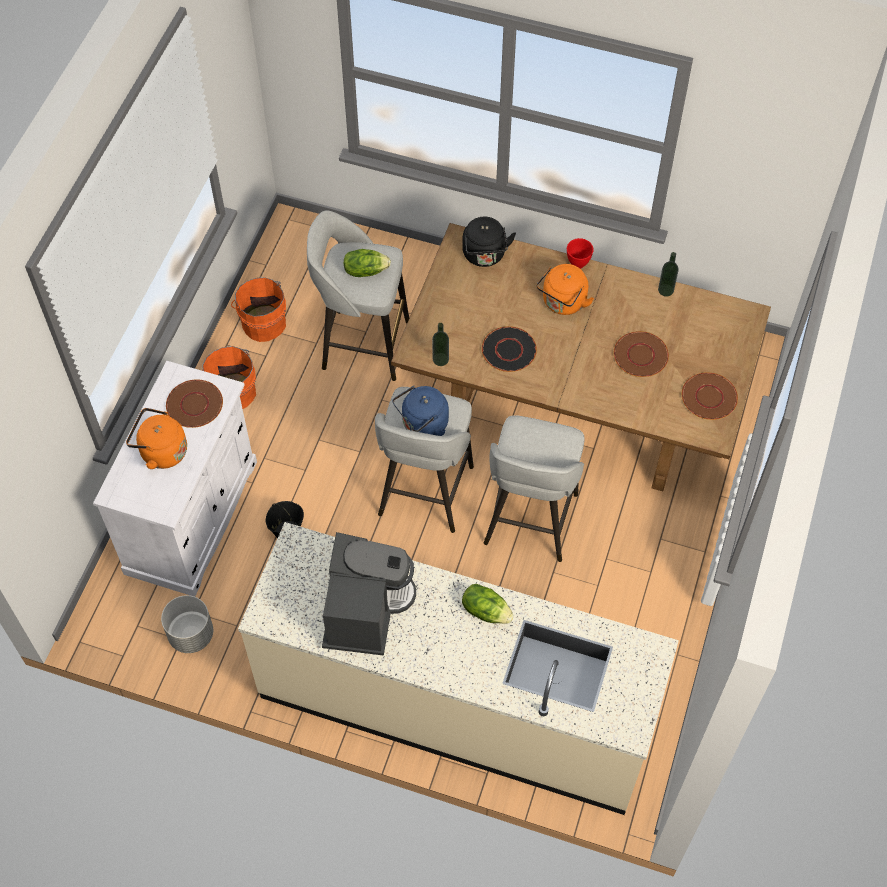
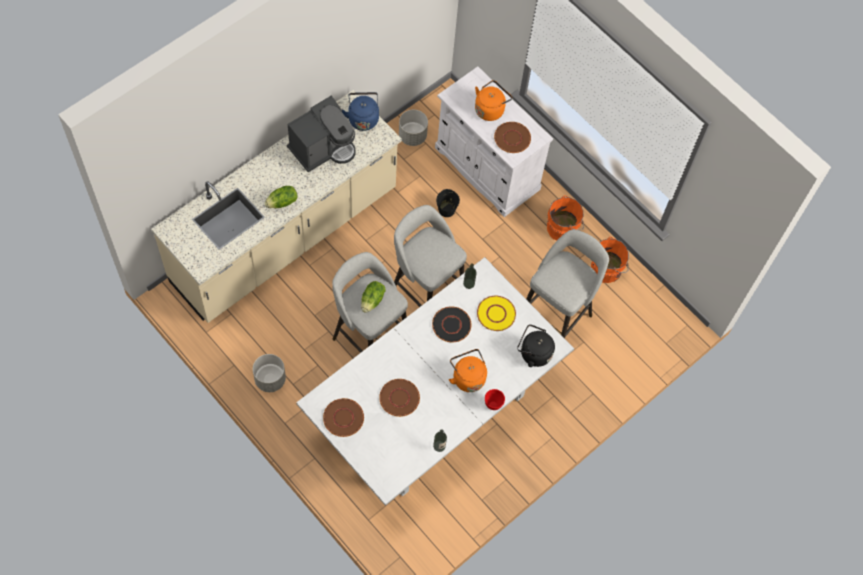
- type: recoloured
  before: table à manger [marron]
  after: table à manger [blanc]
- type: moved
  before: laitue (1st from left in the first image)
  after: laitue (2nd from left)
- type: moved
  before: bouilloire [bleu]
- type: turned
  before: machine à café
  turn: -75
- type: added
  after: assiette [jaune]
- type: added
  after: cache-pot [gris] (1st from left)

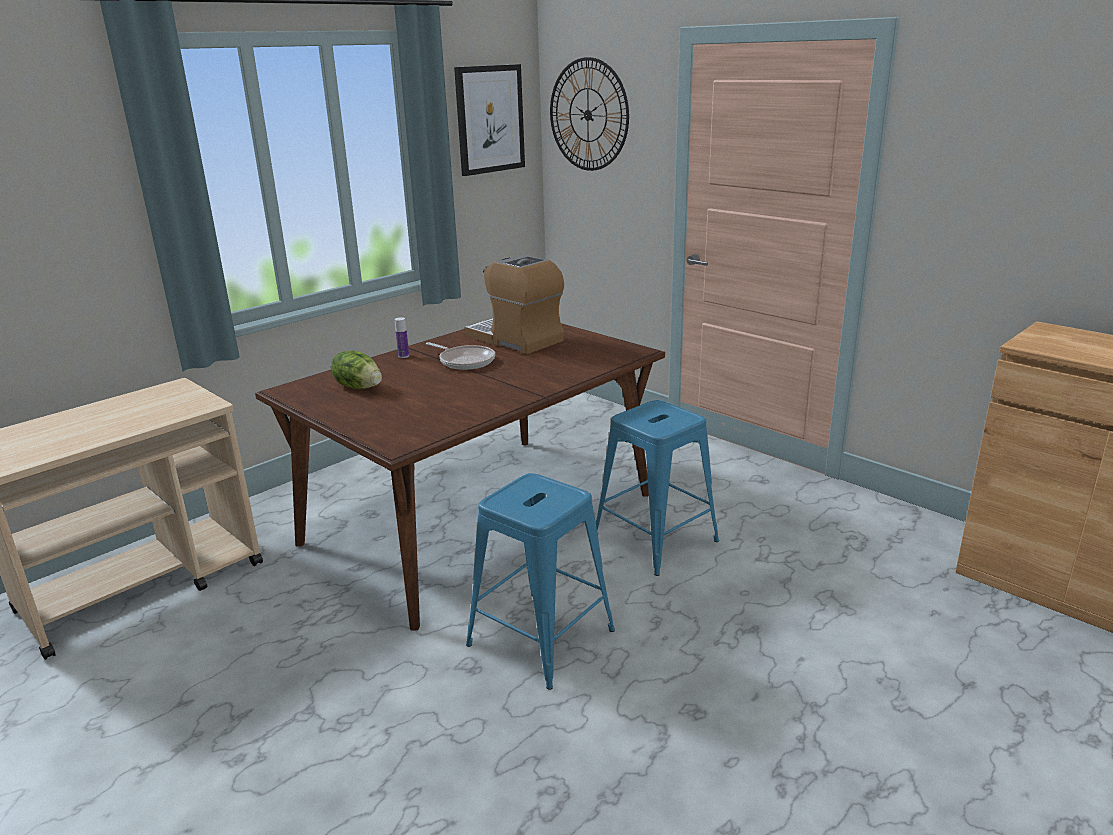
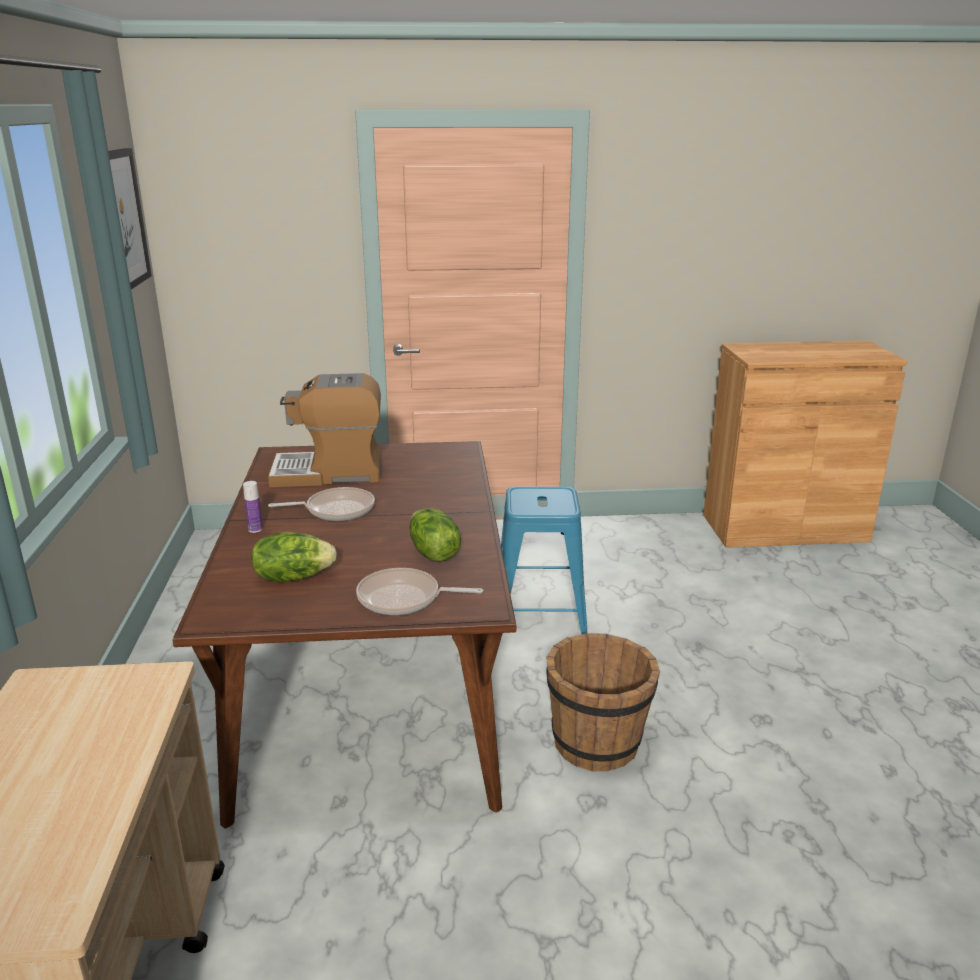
- type: removed
  before: horloge murale
- type: replaced
  before: tabouret [bleu] (1st from left)
  after: seau [marron]
- type: added
  after: laitue (2nd from left)
- type: added
  after: poêle (2nd from left)

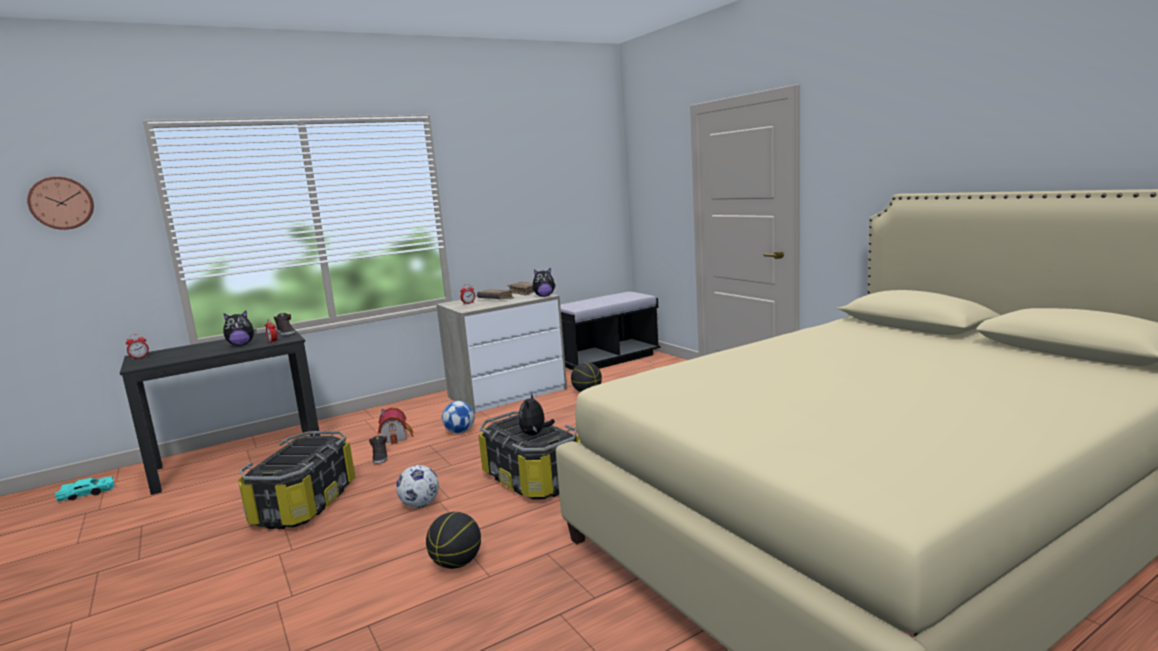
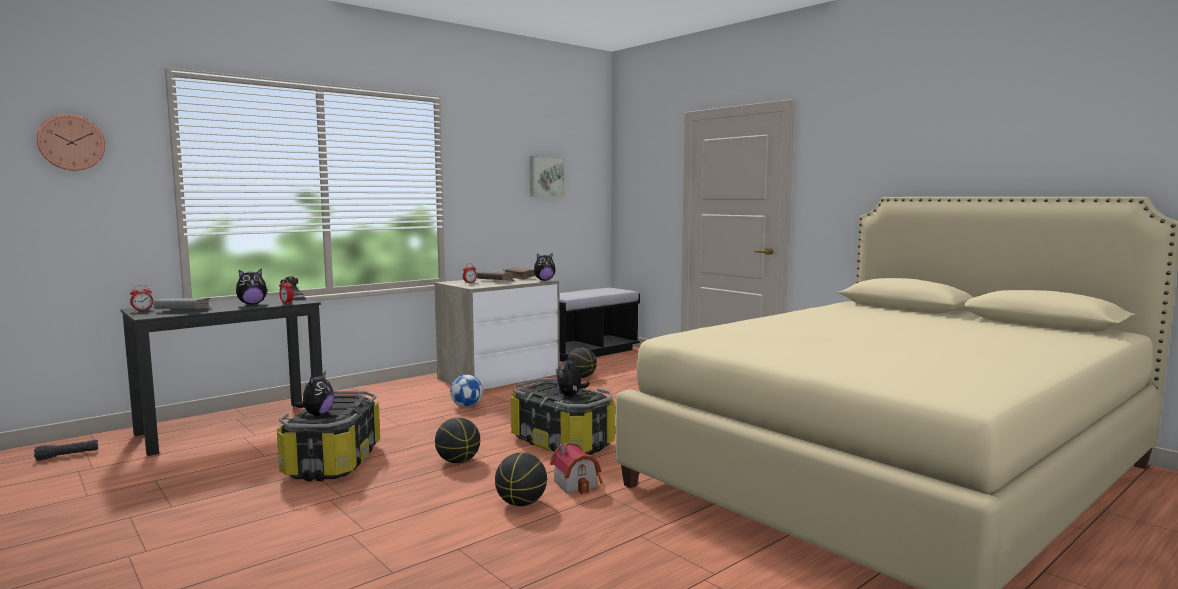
- type: moved
  before: maison miniature
- type: removed
  before: chaussure [noir] (2nd from left)
- type: replaced
  before: ballon de foot (1st from left)
  after: ballon de basket (1st from left)
- type: replaced
  before: petite voiture [turquoise]
  after: lampe de poche [noir]
- type: added
  after: tableau
- type: added
  after: livre [gris]
- type: added
  after: peluche (2nd from left)

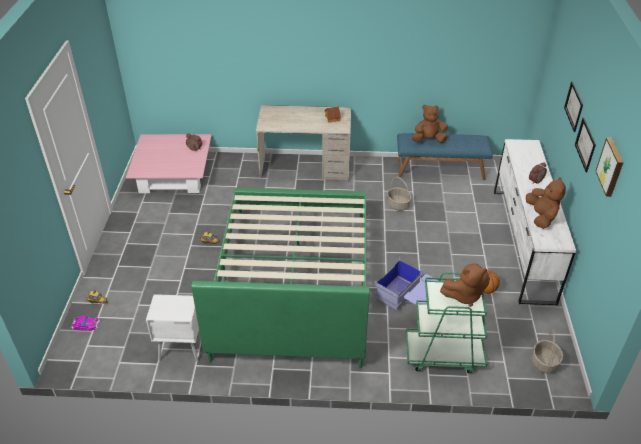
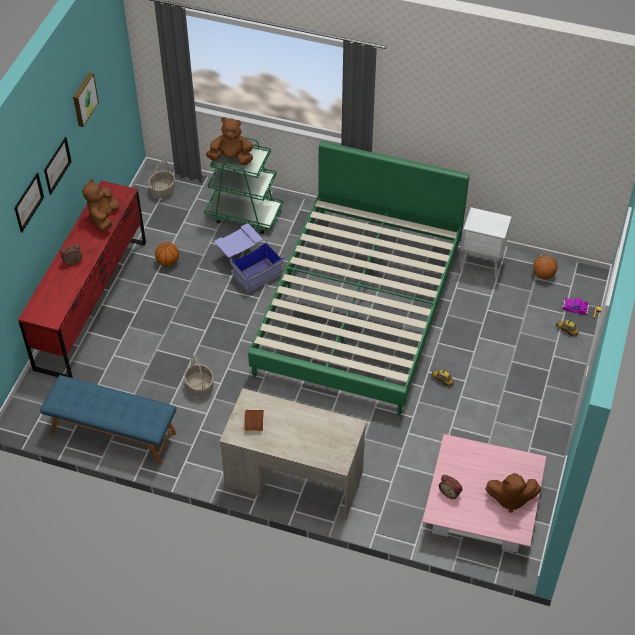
- type: moved
  before: peluche [marron] (1st from left in the first image)
  after: peluche [marron] (3rd from left)
- type: recoloured
  before: commode [blanc]
  after: commode [rouge]
- type: added
  after: ballon de basket (2nd from left)

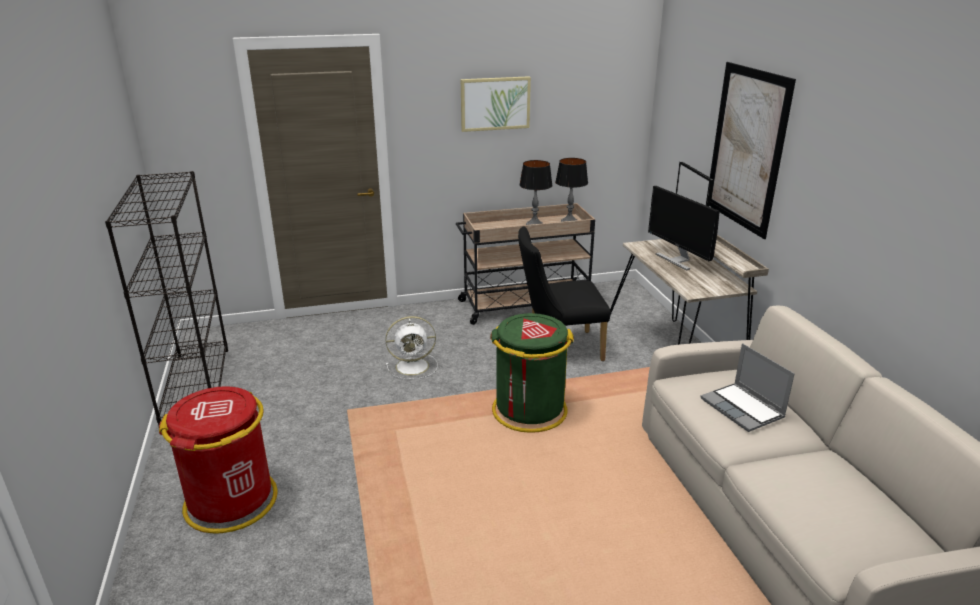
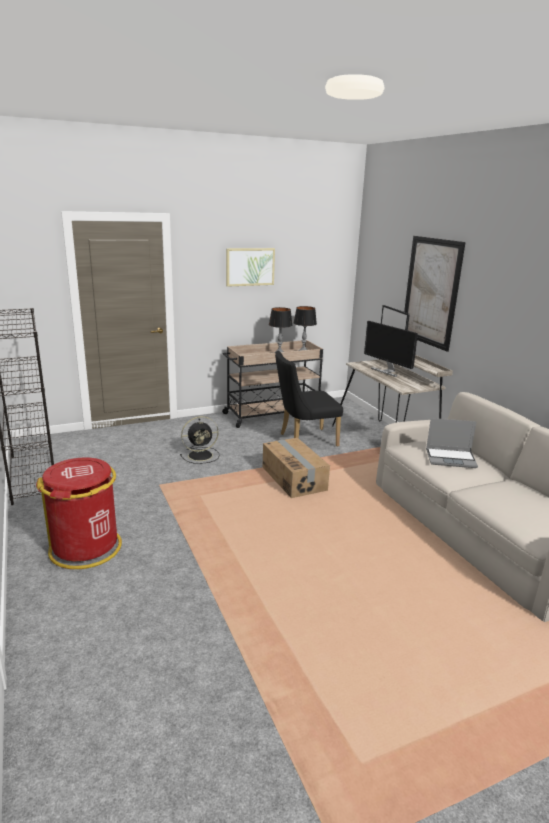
- type: replaced
  before: poubelle [vert]
  after: carton
- type: recoloured
  before: ventilateur [blanc]
  after: ventilateur [noir]
- type: turned
  before: ordinateur portable
  turn: -45

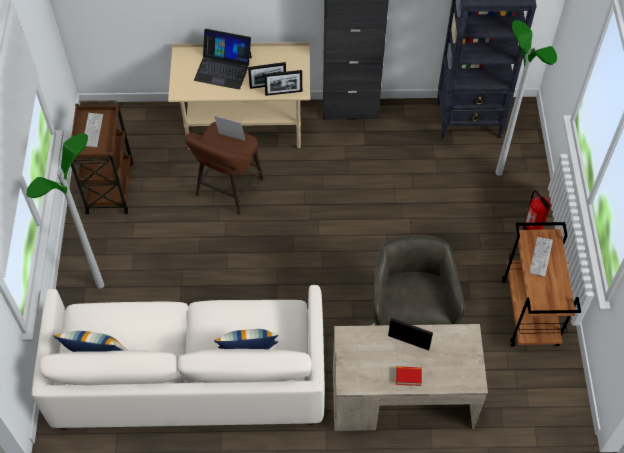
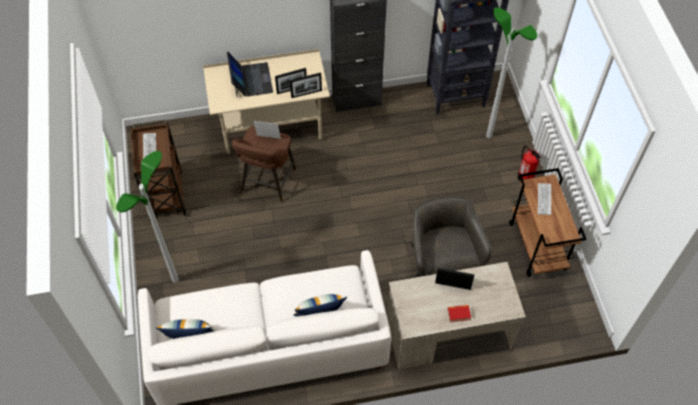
- type: turned
  before: ordinateur portable
  turn: -105

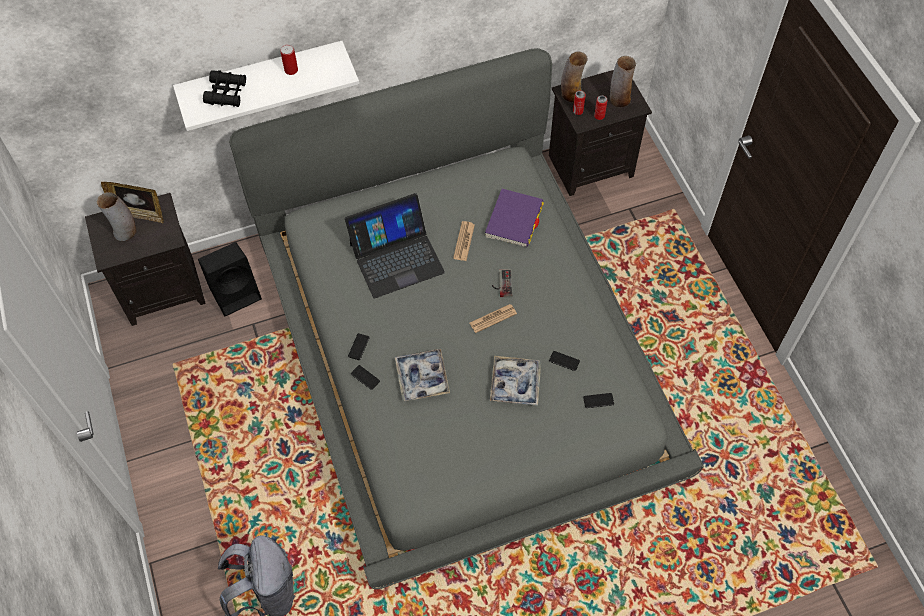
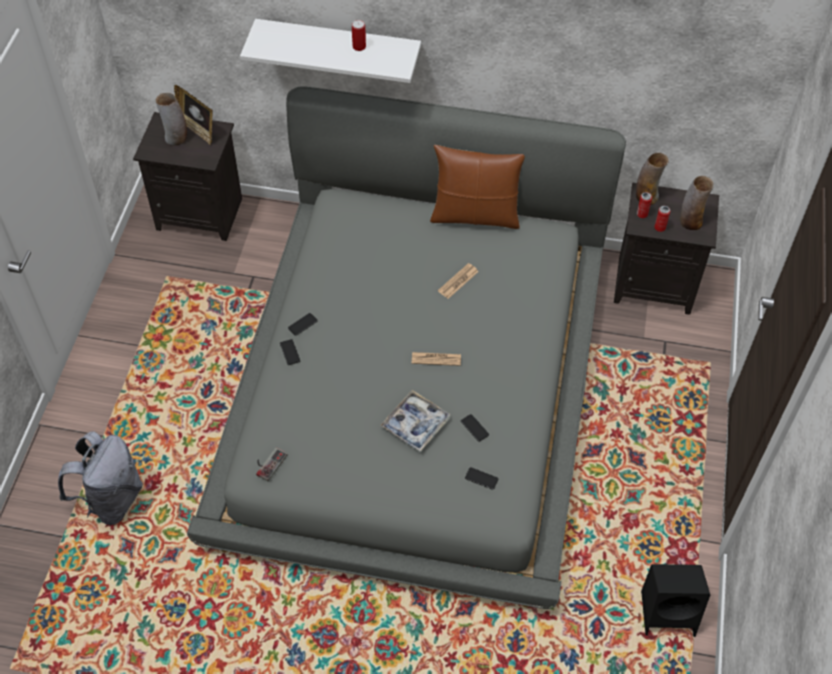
- type: removed
  before: jumelles [noir]
- type: removed
  before: livre [violet]
- type: removed
  before: ordinateur portable
- type: moved
  before: enceinte [noir]
- type: moved
  before: manette
- type: removed
  before: plateau (1st from left)
- type: added
  after: coussin [marron]

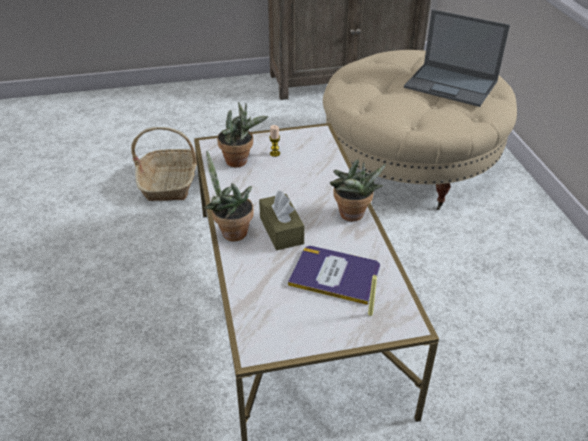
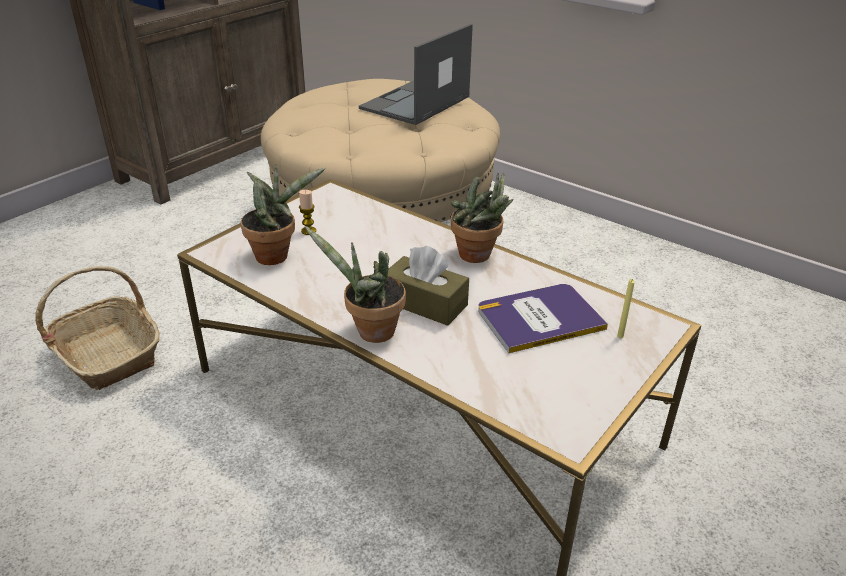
- type: turned
  before: ordinateur portable
  turn: 135

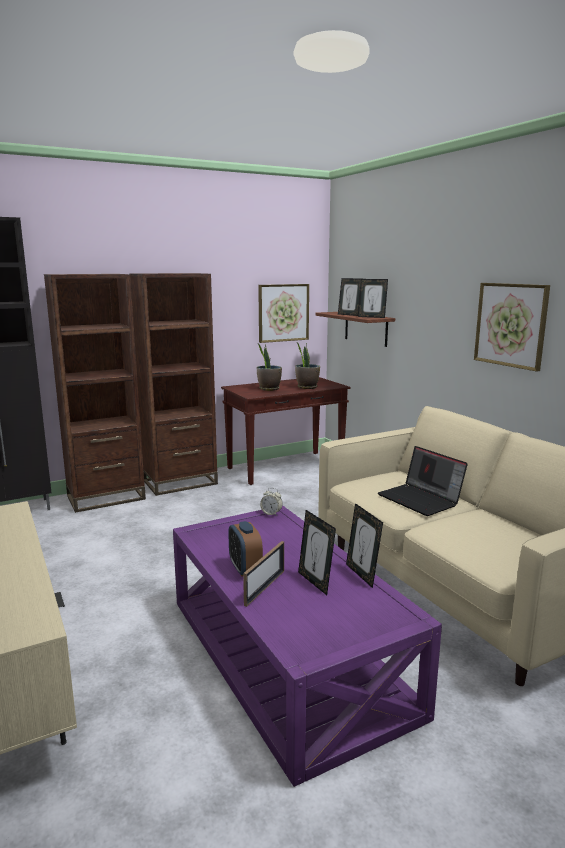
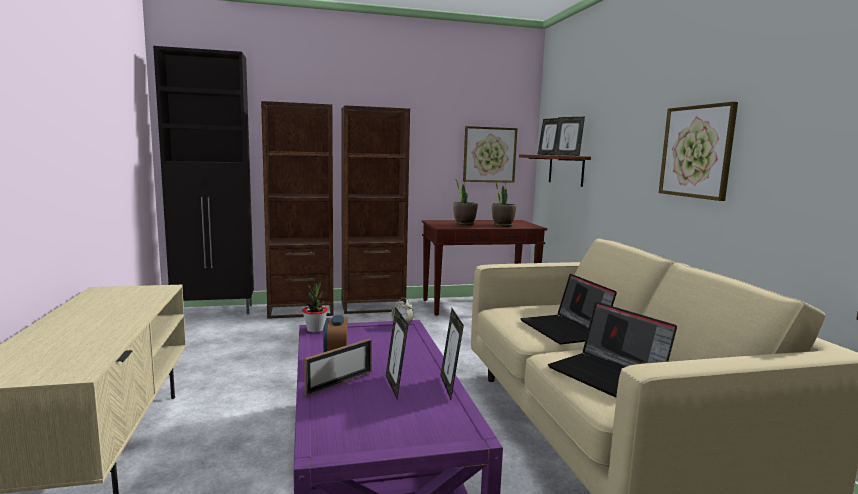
- type: added
  after: plante en pot (1st from left)
- type: added
  after: ordinateur portable (2nd from left)

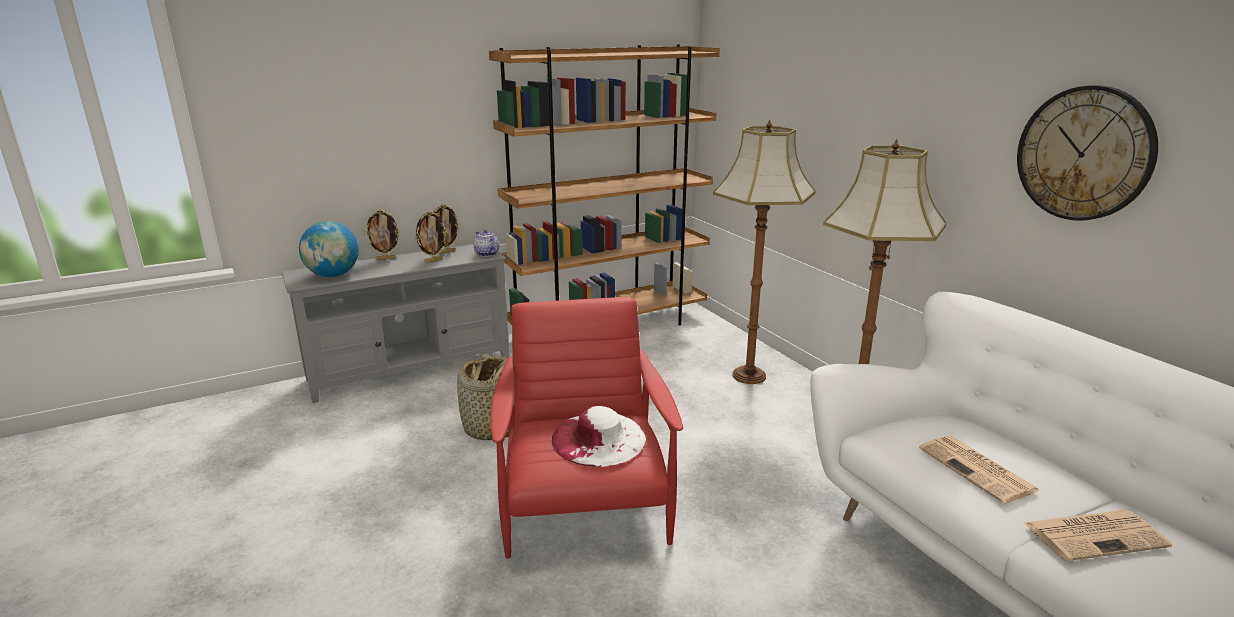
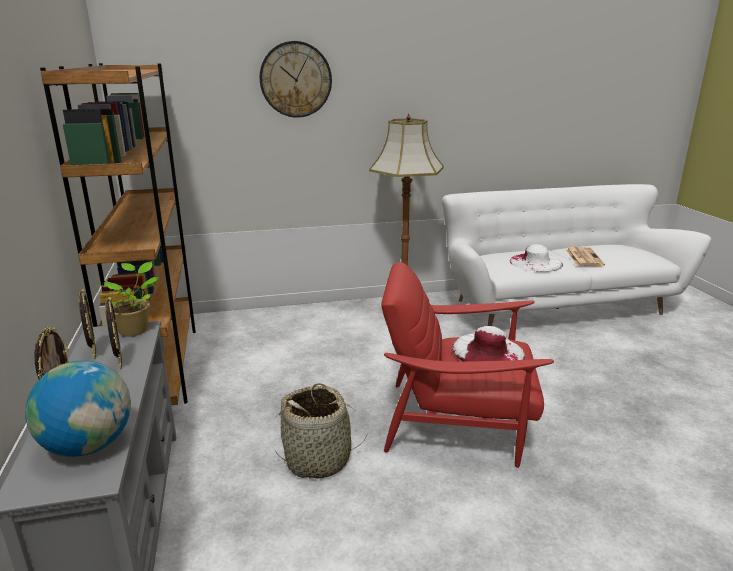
- type: moved
  before: horloge murale
- type: removed
  before: lampadaire (1st from left)
- type: replaced
  before: théière
  after: plante en pot
- type: replaced
  before: journal (1st from left)
  after: chapeau [blanc] (2nd from left)

